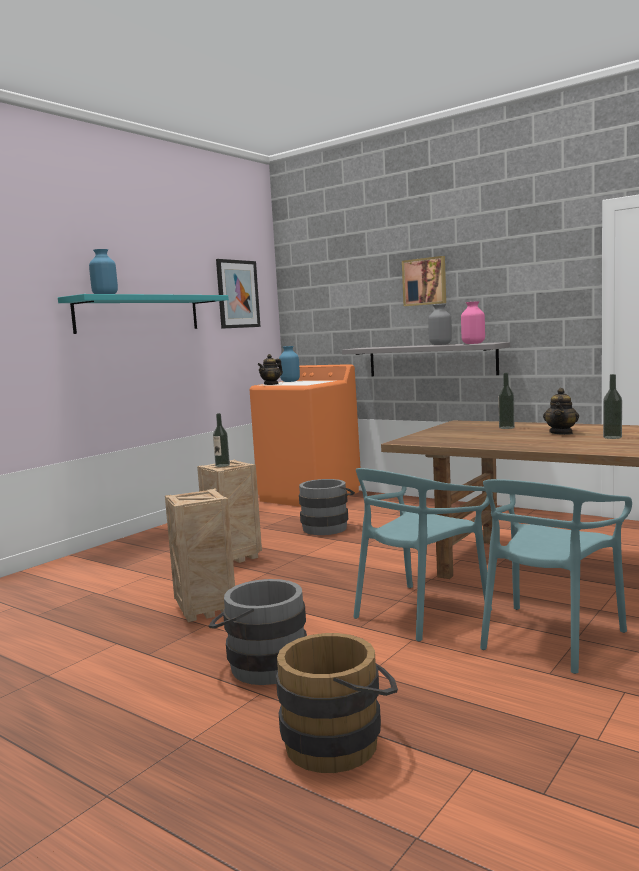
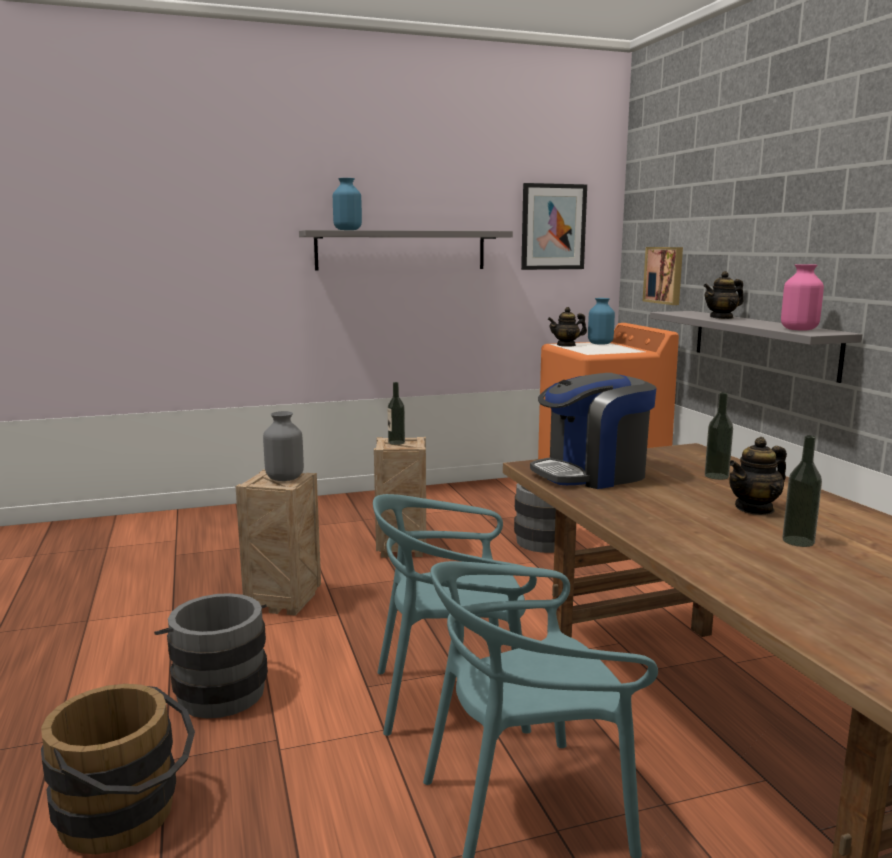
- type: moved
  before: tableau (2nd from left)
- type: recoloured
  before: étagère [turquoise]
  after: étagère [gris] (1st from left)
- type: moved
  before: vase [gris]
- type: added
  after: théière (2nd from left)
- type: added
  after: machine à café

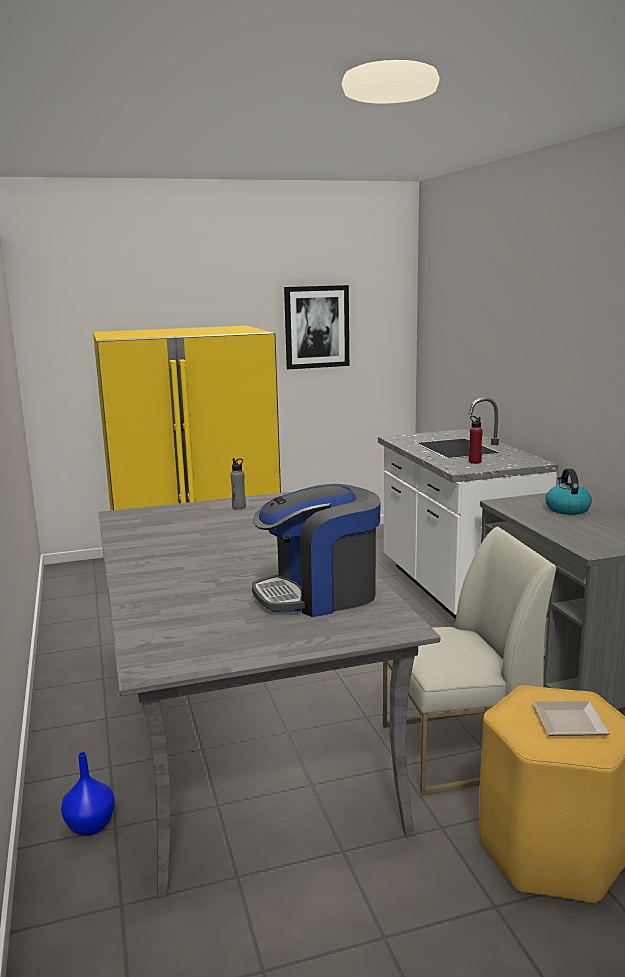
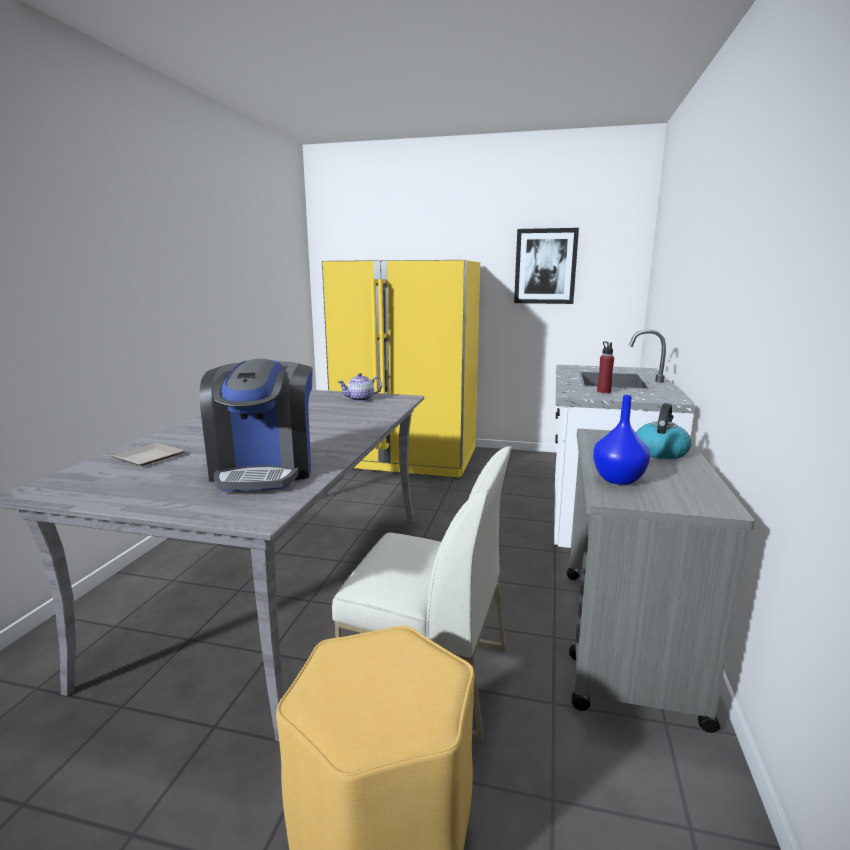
- type: replaced
  before: bouteille [gris]
  after: théière
- type: turned
  before: machine à café
  turn: -105
- type: moved
  before: assiette
- type: moved
  before: vase [bleu]

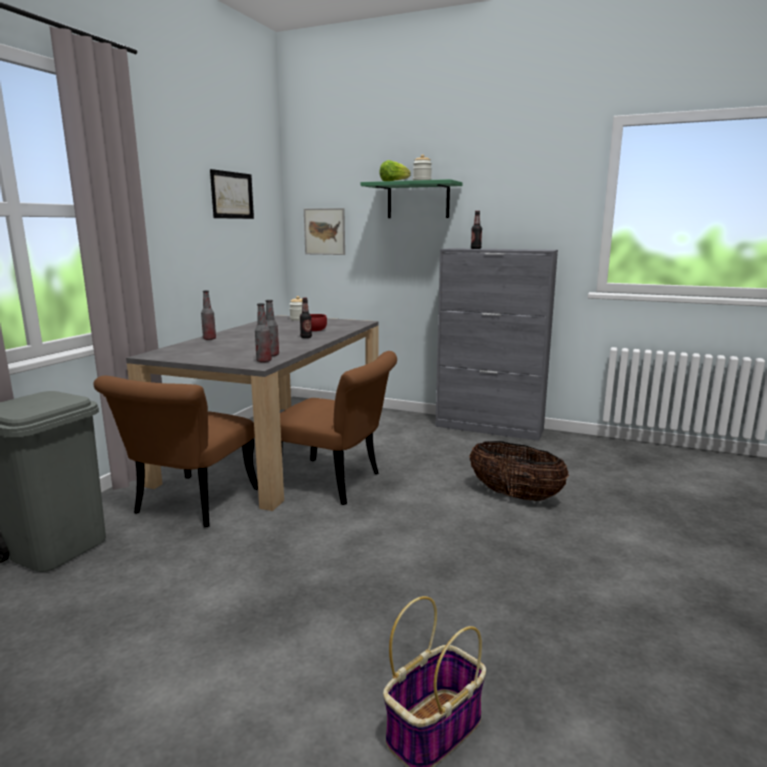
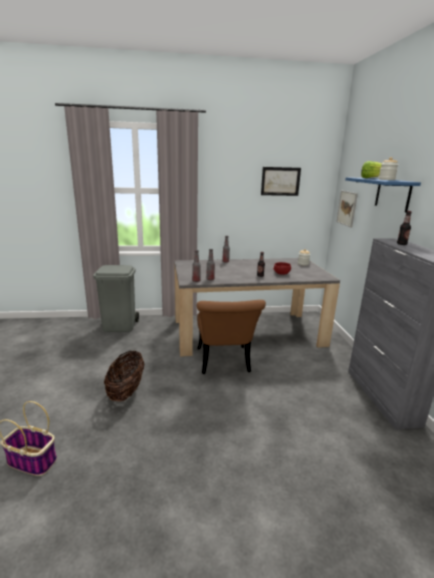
- type: recoloured
  before: étagère [vert]
  after: étagère [bleu]
- type: removed
  before: chaise [marron] (1st from left)
- type: moved
  before: panier (2nd from left)

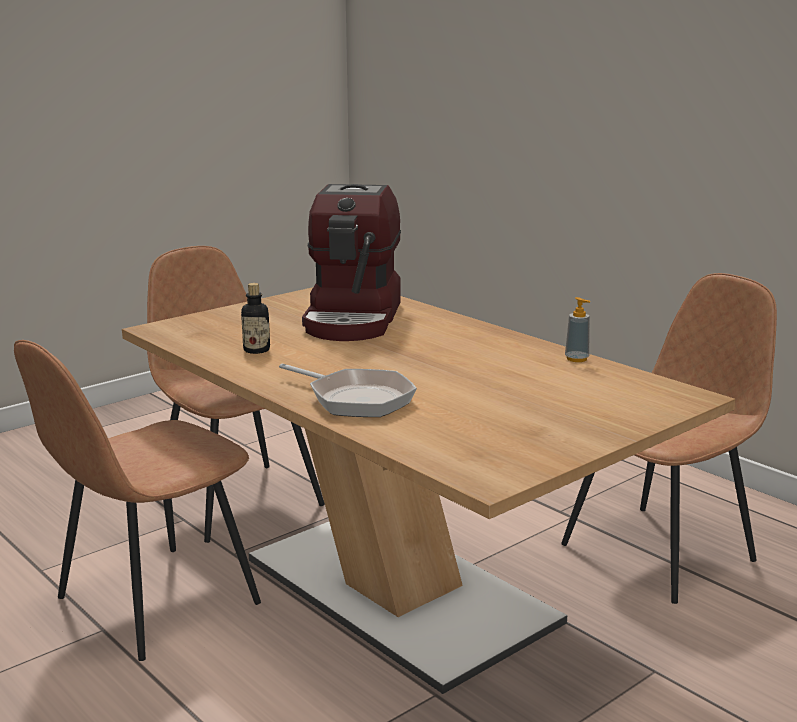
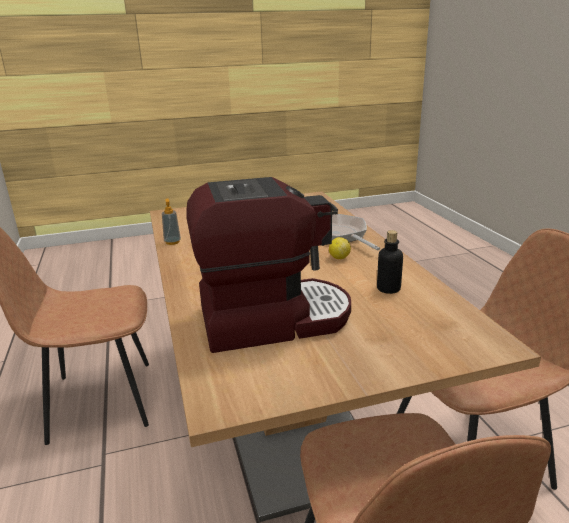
- type: turned
  before: machine à café
  turn: 45
- type: added
  after: citron

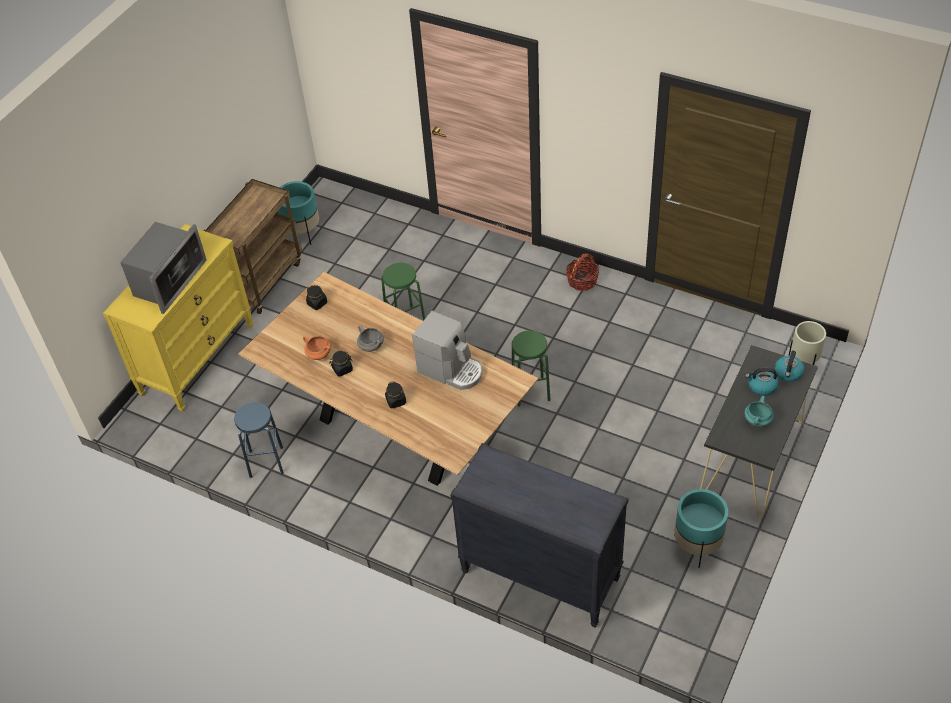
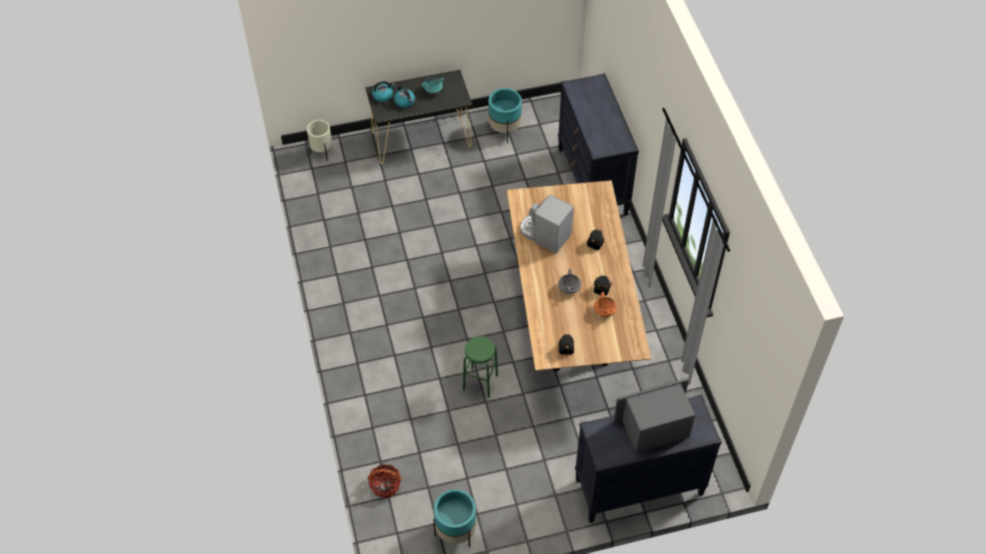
- type: removed
  before: chariot [marron]
- type: recoloured
  before: commode [jaune]
  after: commode [noir] (2nd from left)
- type: moved
  before: panier
- type: turned
  before: machine à café
  turn: -45
- type: removed
  before: tabouret [vert] (2nd from left)
- type: removed
  before: tabouret [bleu]

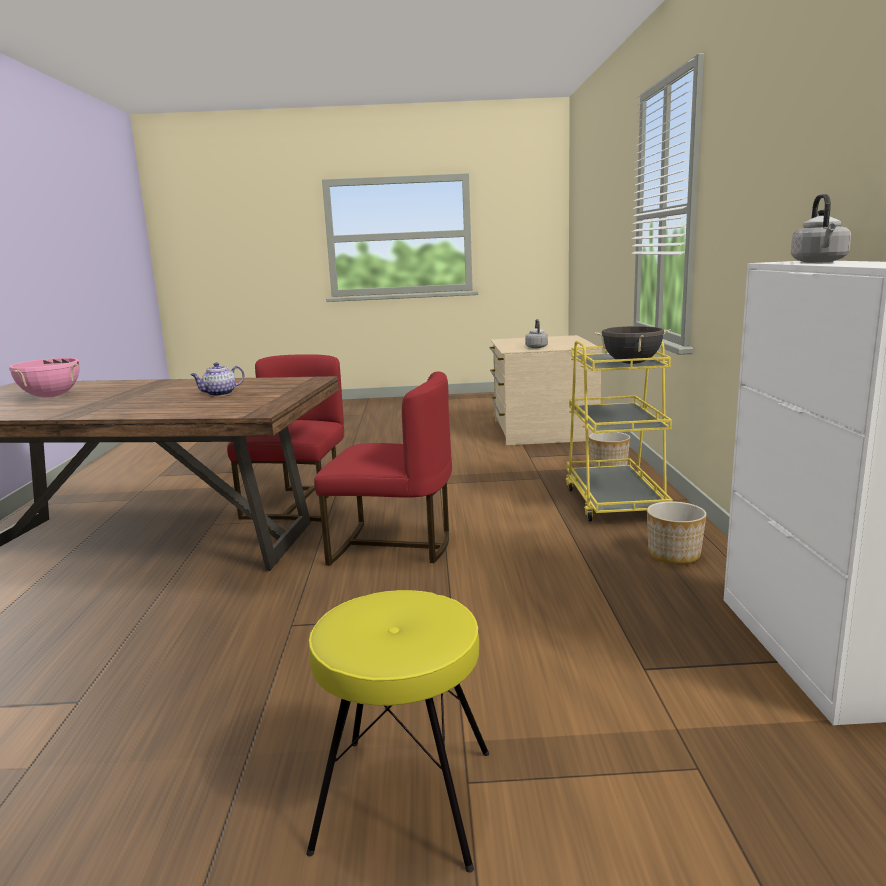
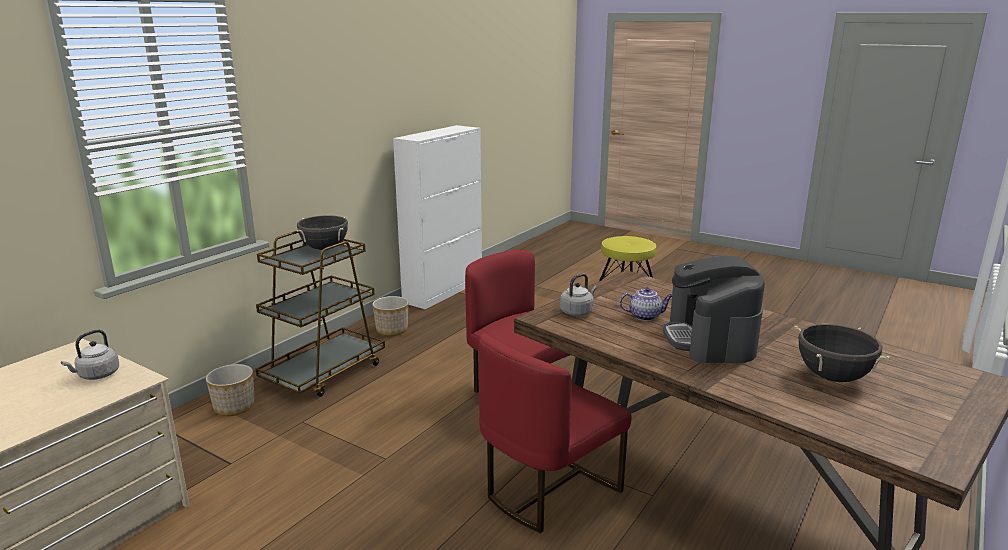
- type: moved
  before: bouilloire [gris] (2nd from left)
- type: recoloured
  before: chariot [jaune]
  after: chariot [marron]
- type: recoloured
  before: marmite [rose]
  after: marmite [noir] (2nd from left)
- type: added
  after: machine à café

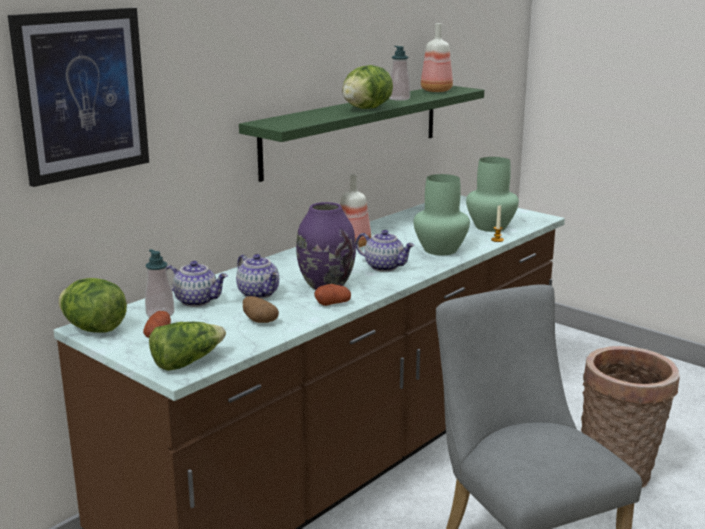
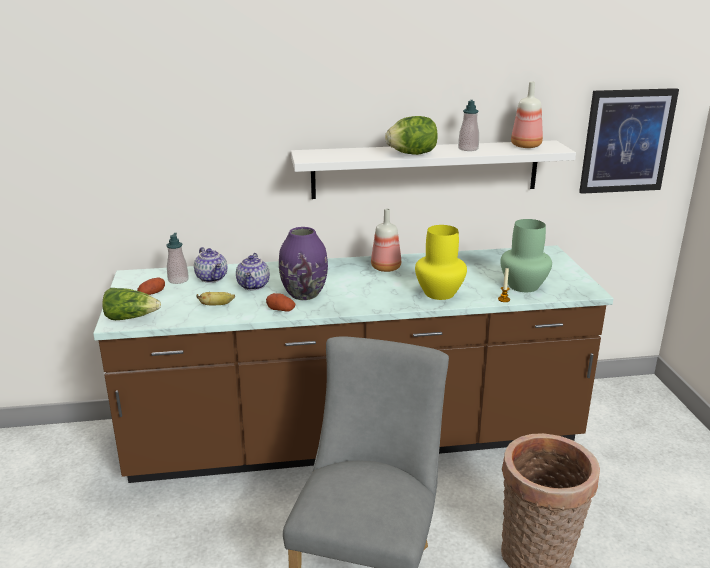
- type: moved
  before: tableau
- type: recoloured
  before: étagère [vert]
  after: étagère [blanc]
- type: recoloured
  before: vase [vert] (1st from left)
  after: vase [jaune]
- type: removed
  before: théière (3rd from left)
- type: removed
  before: laitue (1st from left)
- type: replaced
  before: pomme de terre (2nd from left)
  after: banane

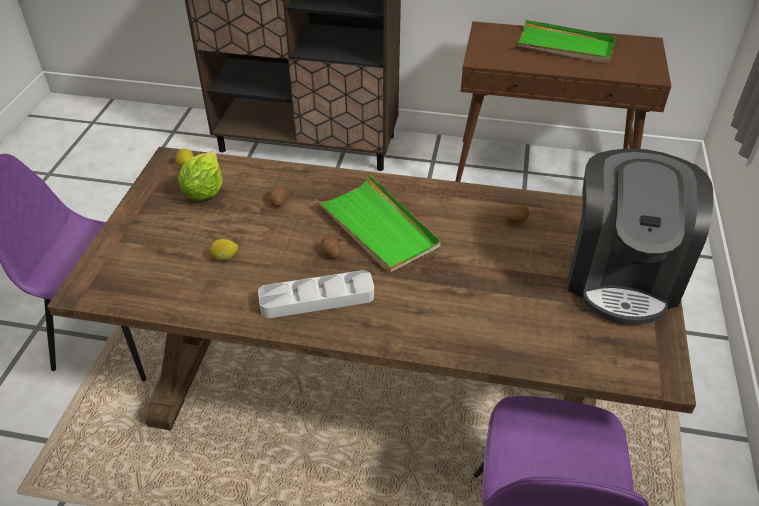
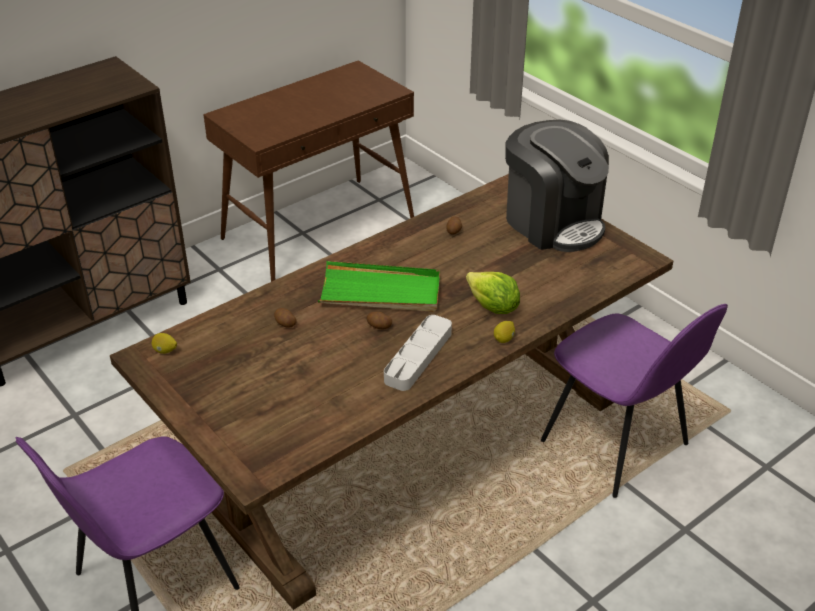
- type: removed
  before: plateau [vert] (2nd from left)
- type: moved
  before: laitue
- type: moved
  before: citron (2nd from left)

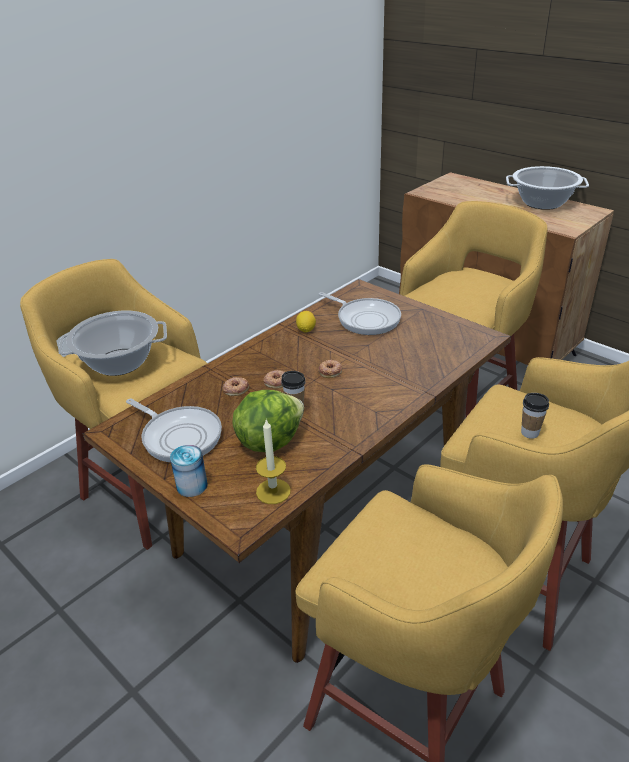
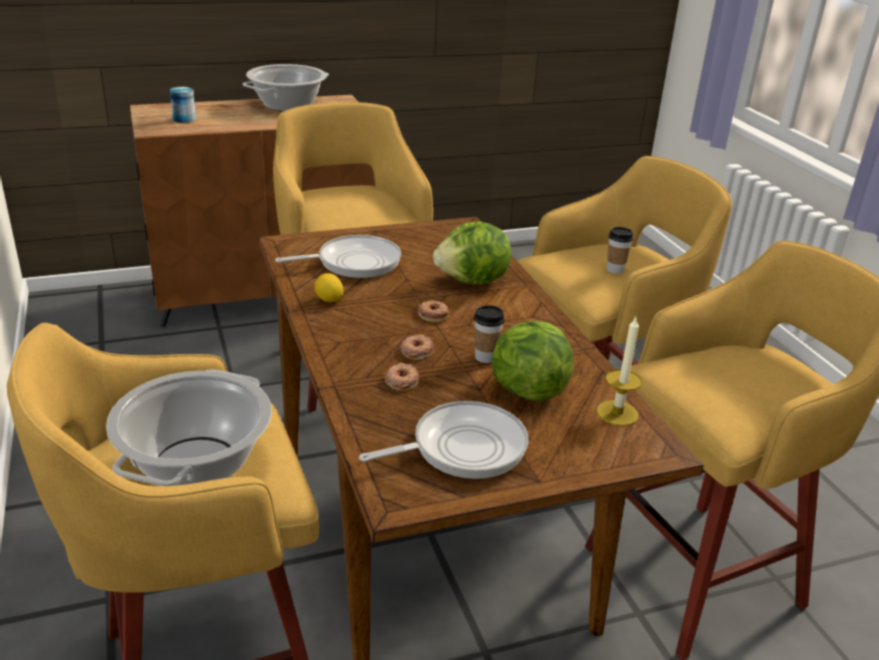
- type: moved
  before: boîte métallique
- type: added
  after: laitue (1st from left)

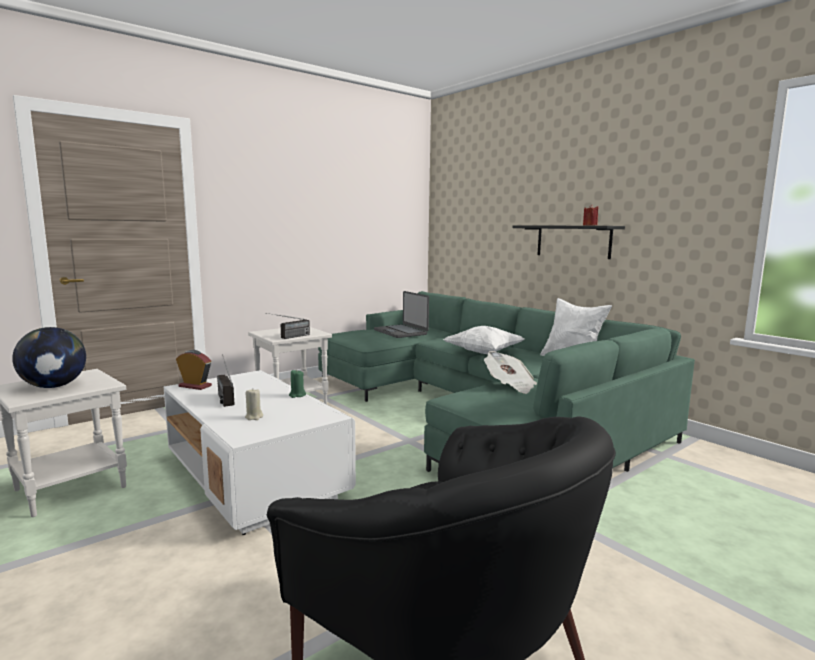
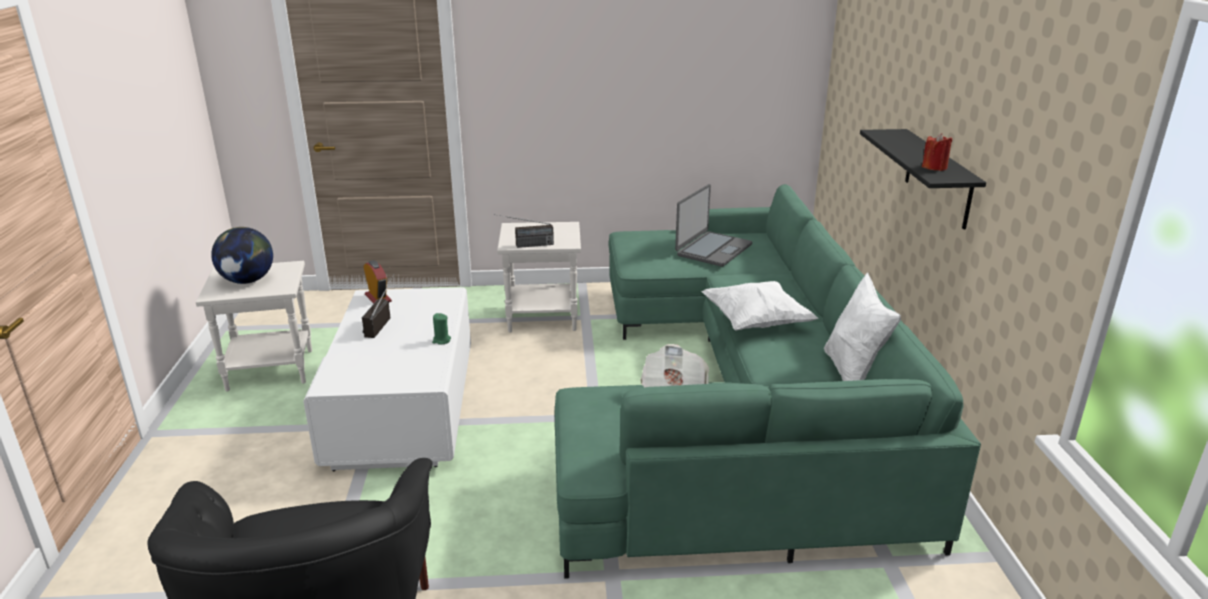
- type: turned
  before: ordinateur portable
  turn: -150
- type: removed
  before: bougie [beige]

